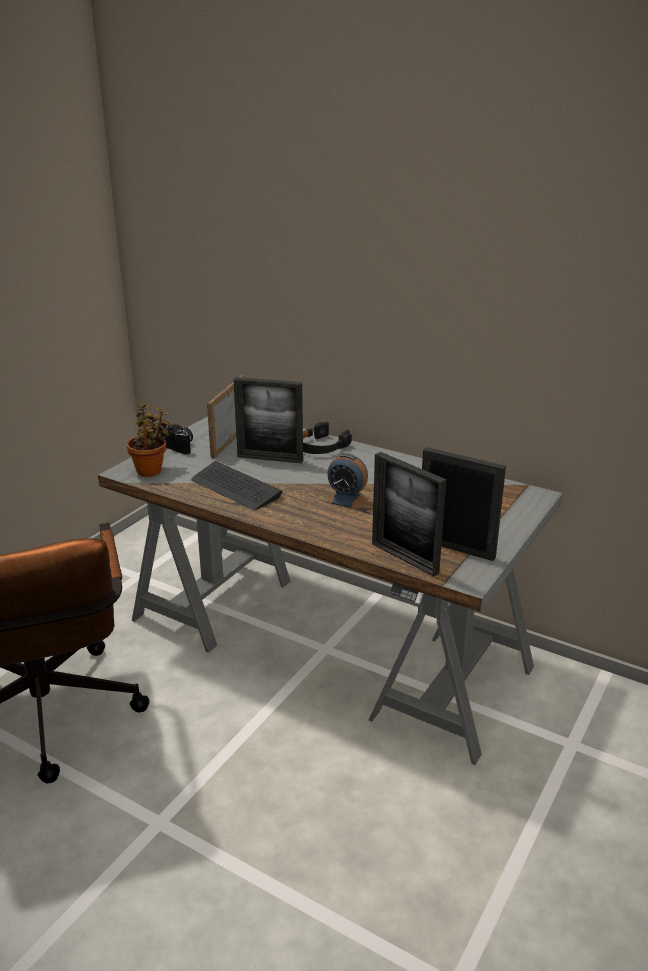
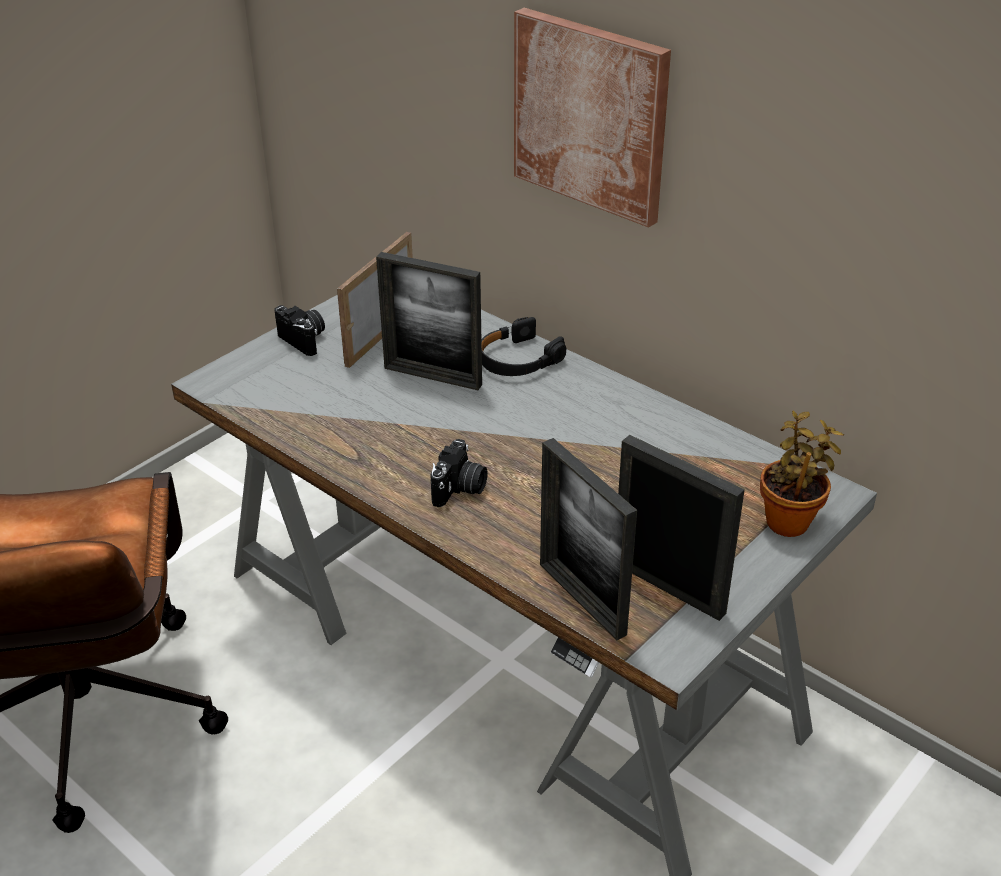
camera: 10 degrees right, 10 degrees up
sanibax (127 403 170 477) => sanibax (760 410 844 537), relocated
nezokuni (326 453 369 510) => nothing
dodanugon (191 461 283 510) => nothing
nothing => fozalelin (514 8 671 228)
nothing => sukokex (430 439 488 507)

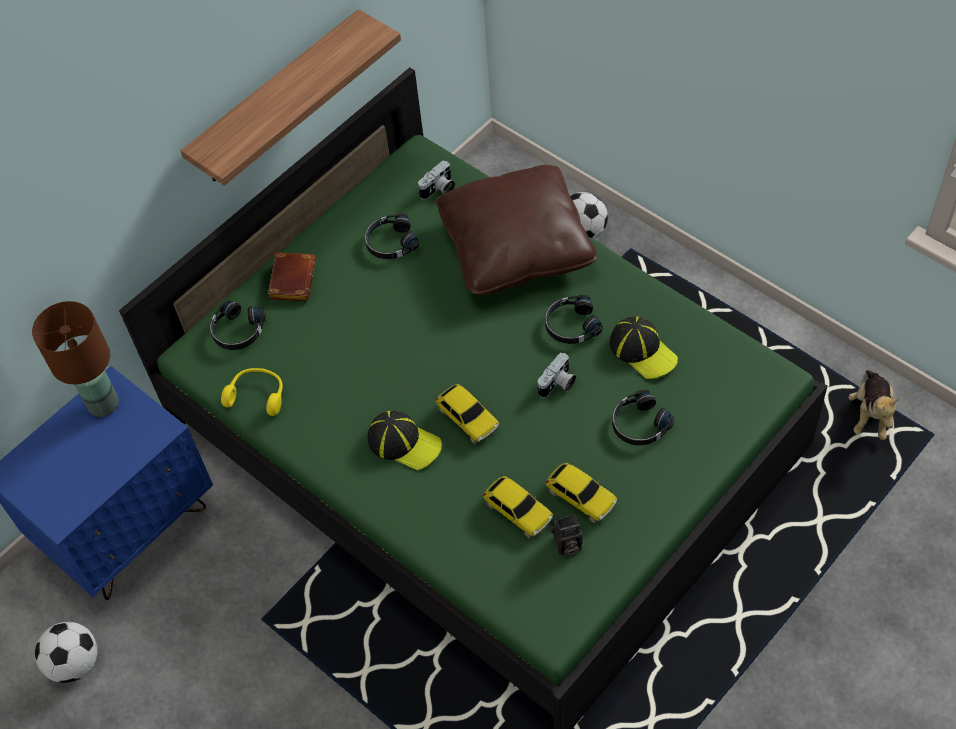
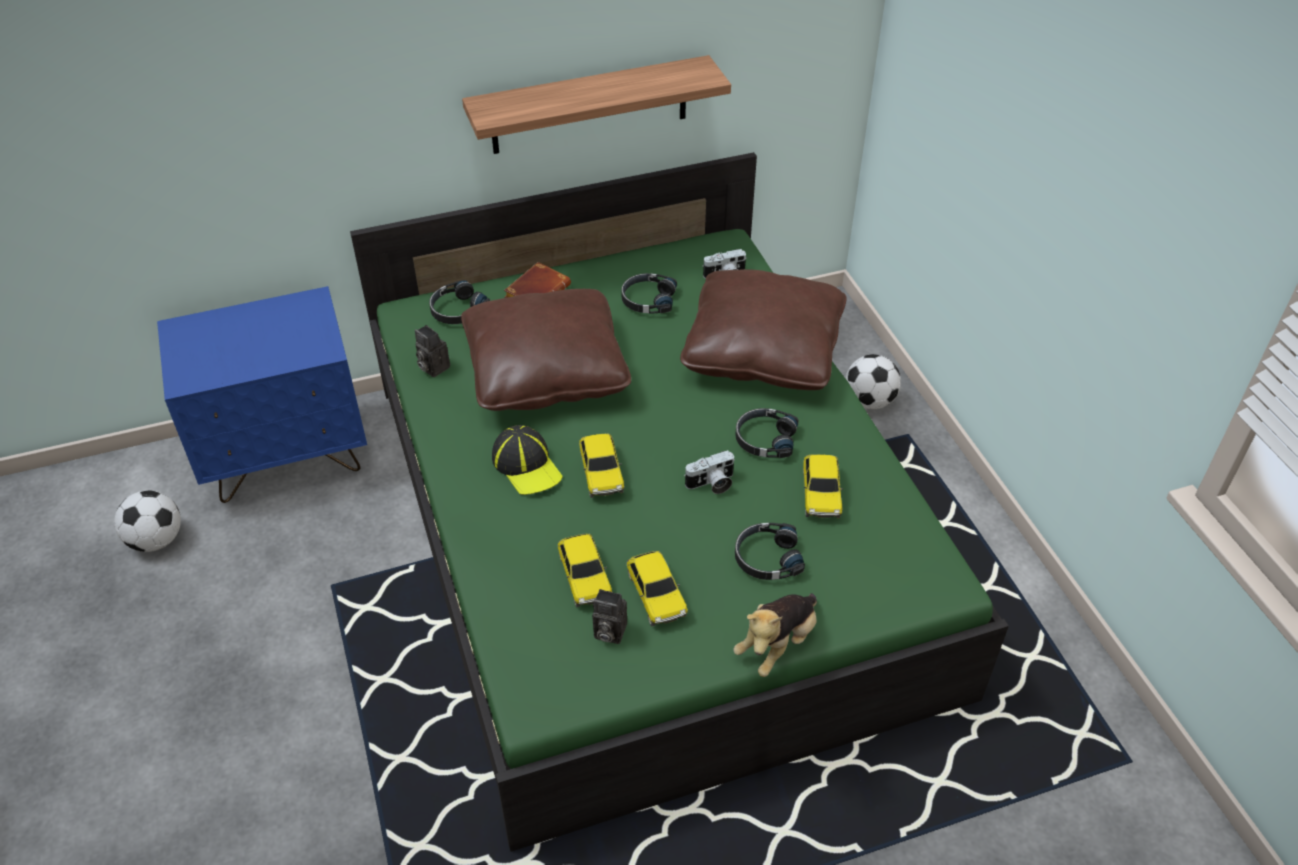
camera: 25 degrees right, 10 degrees down
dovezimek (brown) (32 301 119 417) => nothing
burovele (610 316 678 379) => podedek (803 454 843 518)
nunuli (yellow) (221 368 283 416) => sukokex (415 325 450 377)
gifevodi (849 370 900 440) => gifevodi (733 593 817 677), relocated
nothing => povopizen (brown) (461 289 631 411)

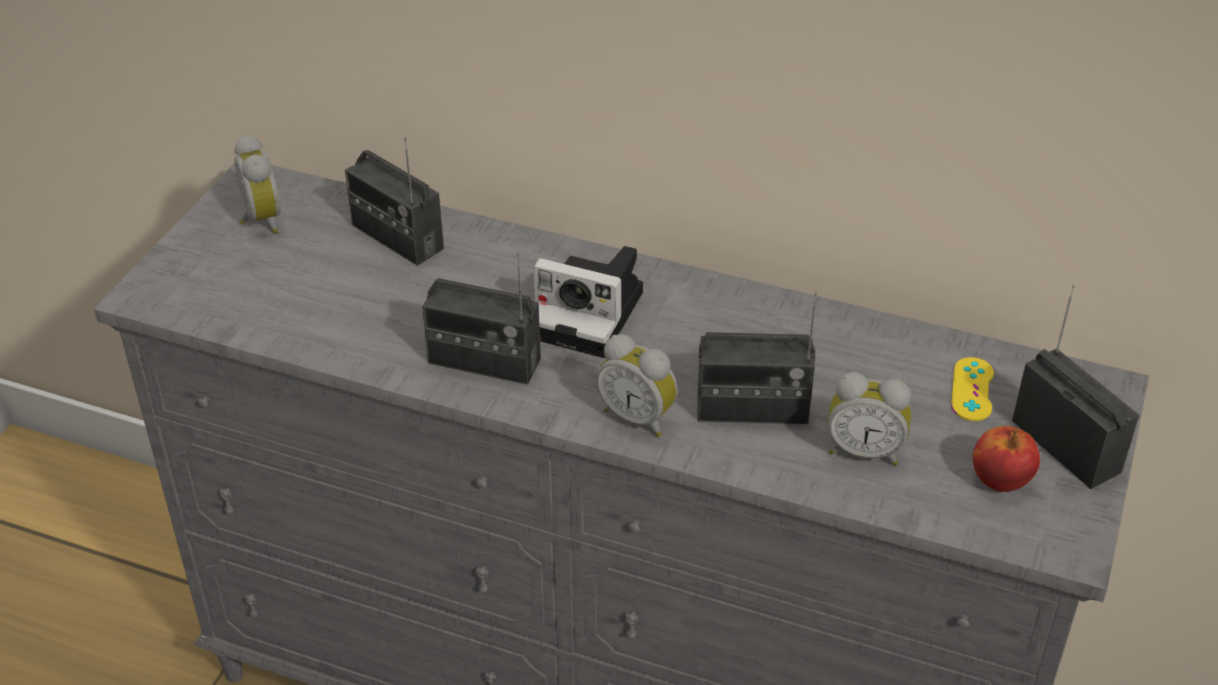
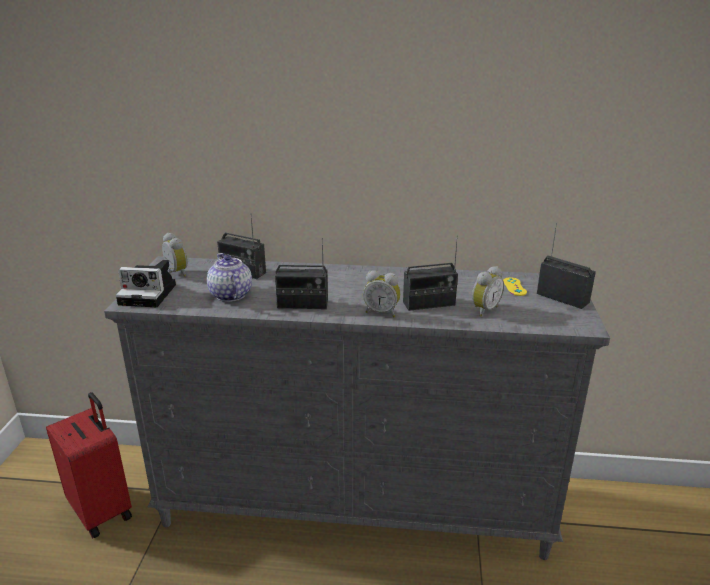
camera: 15 degrees left, 15 degrees down
sukokex (533 246 643 358) => sukokex (116 260 176 307), relocated
nezokuni (827 372 911 466) => nezokuni (472 266 504 317), 45 degrees counterclockwise
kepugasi (973 426 1040 492) => nothing
nothing => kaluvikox (207 253 252 302)
nothing => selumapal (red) (46 392 132 538)

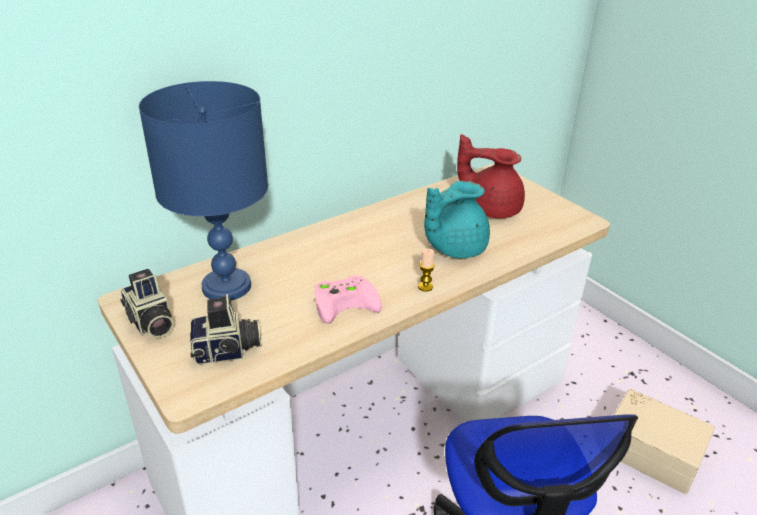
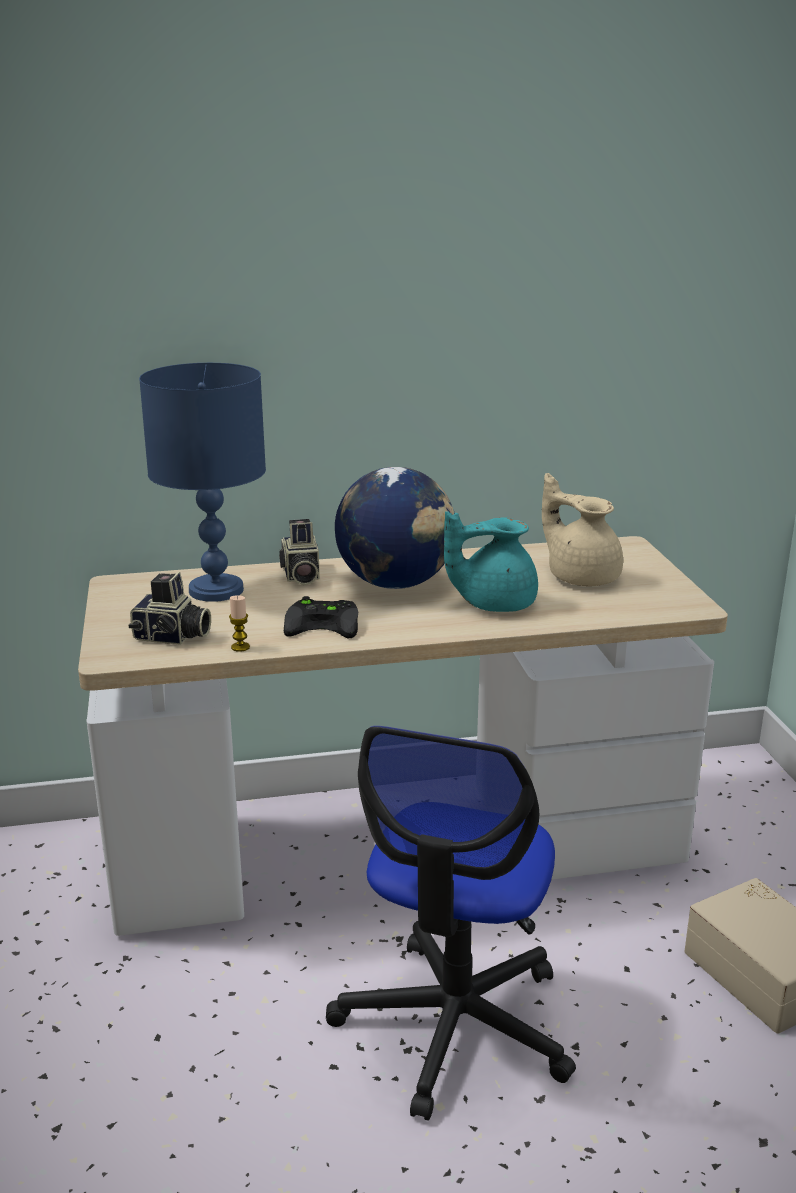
camera: 25 degrees right, 10 degrees down
kaluvikox (red) (457 134 525 218) => kaluvikox (beige) (542 473 623 586)
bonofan (418 248 435 292) => bonofan (229 595 250 652), relocated
sukokex (120 269 174 338) => sukokex (279 519 320 585), relocated
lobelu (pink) (315 276 382 324) => lobelu (black) (284 596 358 638)
nothing => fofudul (335 467 455 589)

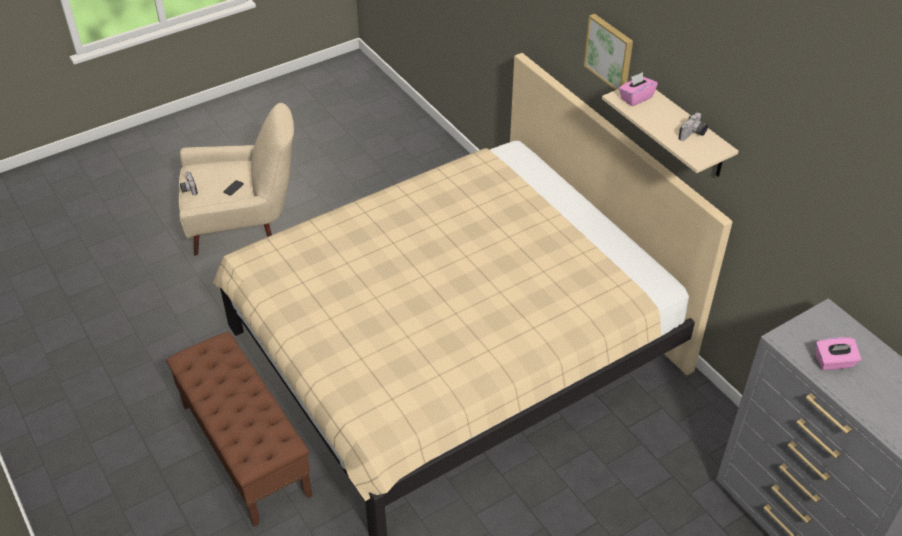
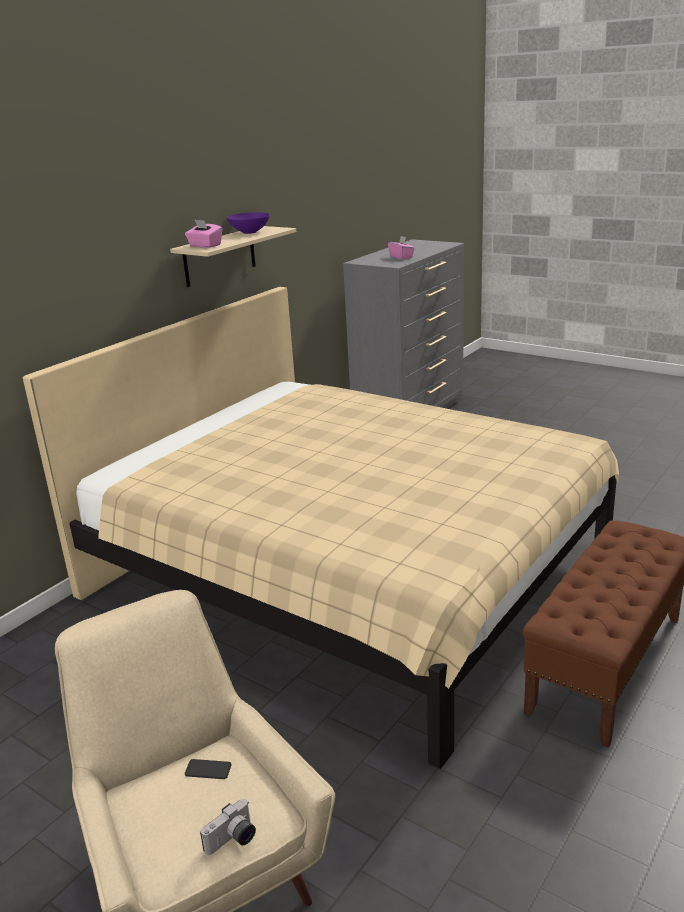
camera: 110 degrees left, 20 degrees down
fozalelin (584 14 633 90) => nothing
sukokex (678 113 708 141) => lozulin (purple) (227 212 270 234)

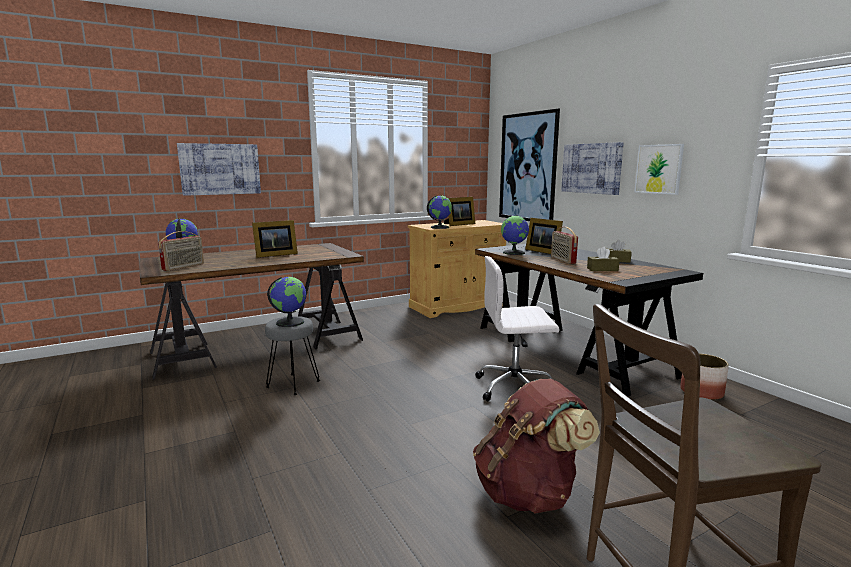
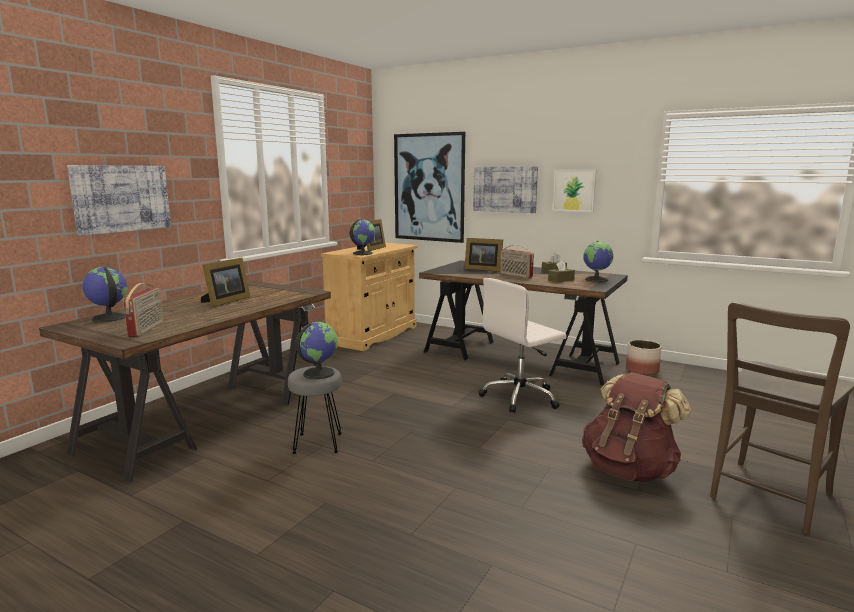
camera: 30 degrees left, 0 degrees up
fofudul (501 215 529 255) => fofudul (583 241 614 282), relocated

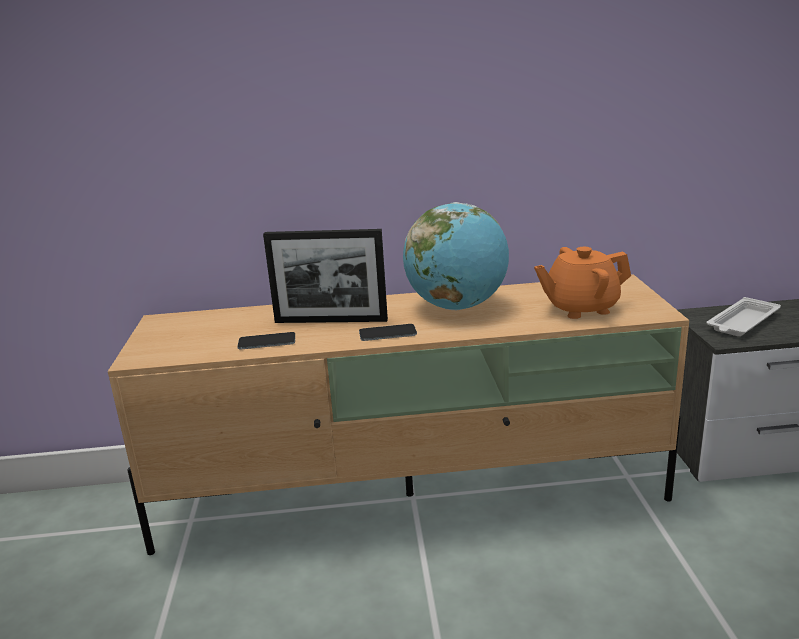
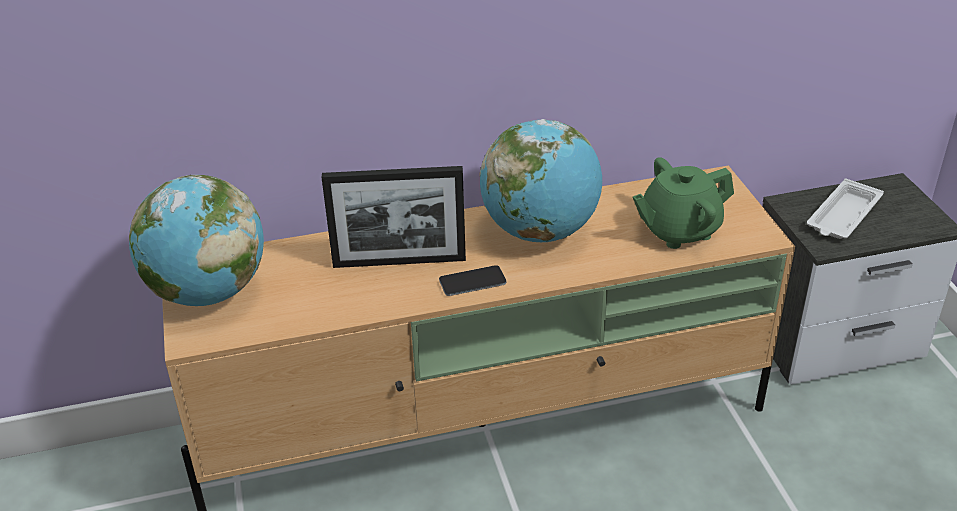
camera: 10 degrees left, 15 degrees up
kaluvikox (orange) (534 247 631 319) => kaluvikox (green) (633 157 734 249)
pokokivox (237 332 295 350) => nothing
nothing => fofudul (129 175 264 306)

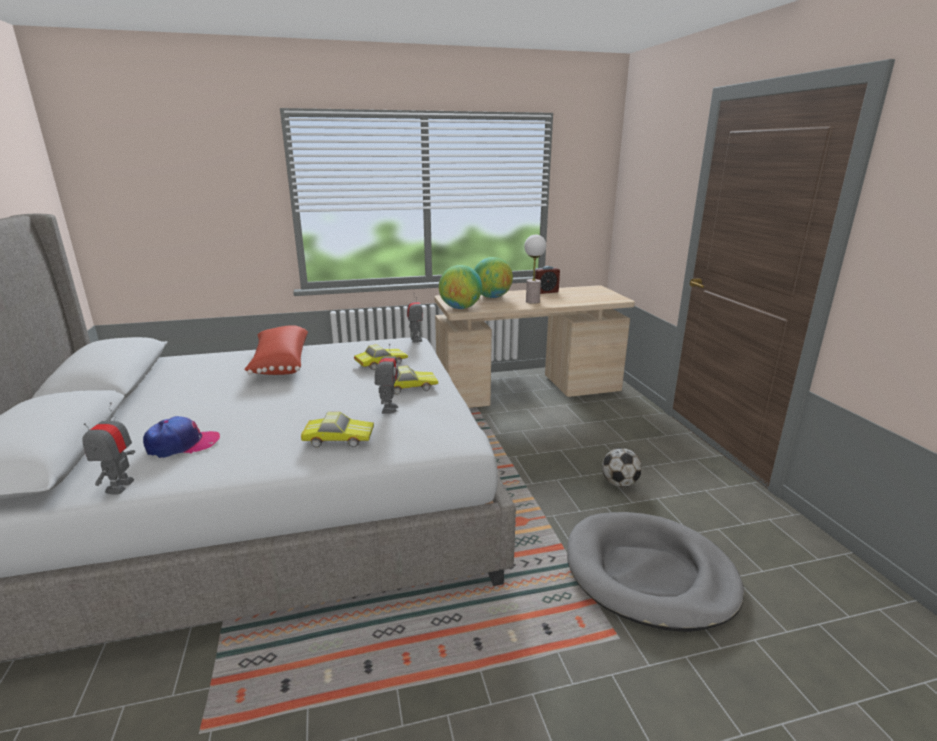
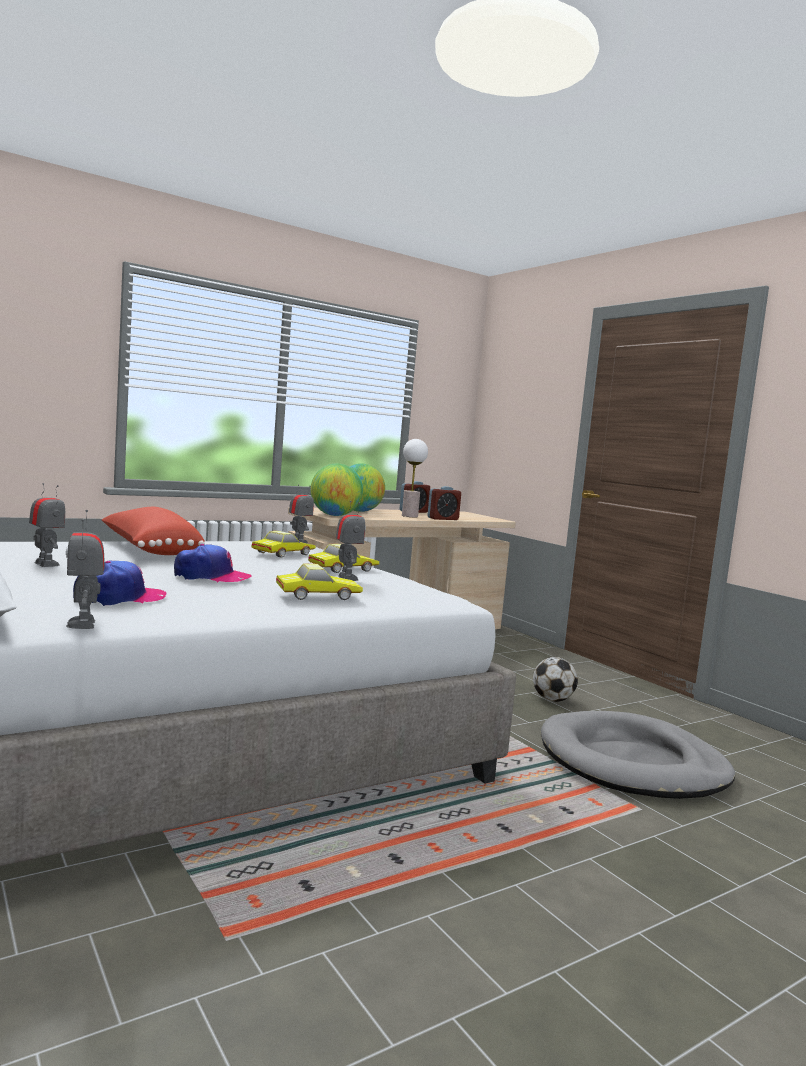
camera: 20 degrees left, 15 degrees down
nothing => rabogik (29 483 65 567)
nothing => nezokuni (427 486 461 520)
nothing => burovele (174 544 252 582)

